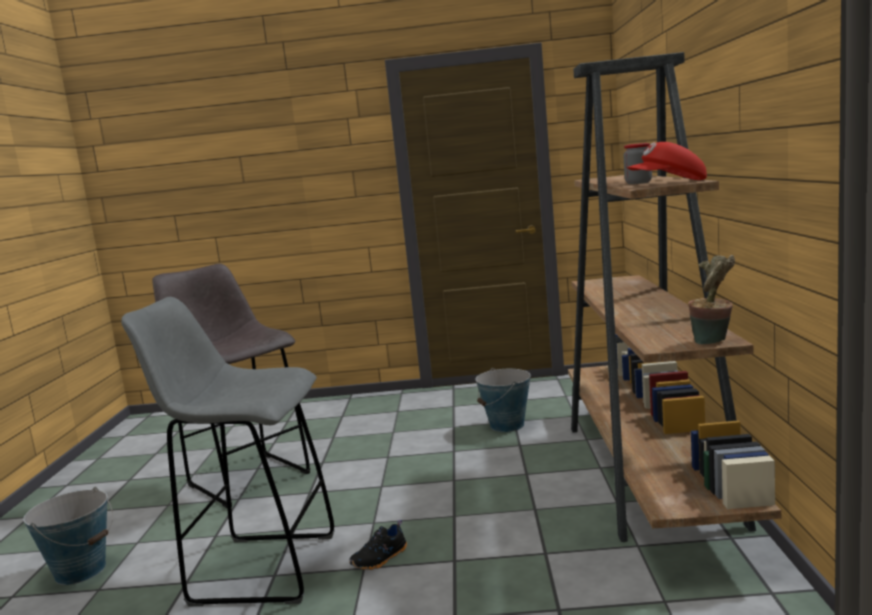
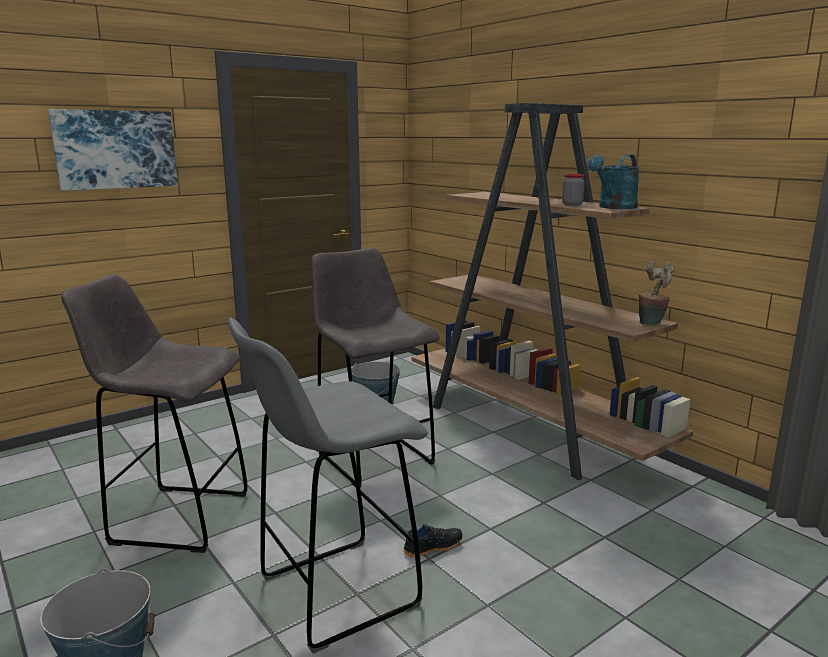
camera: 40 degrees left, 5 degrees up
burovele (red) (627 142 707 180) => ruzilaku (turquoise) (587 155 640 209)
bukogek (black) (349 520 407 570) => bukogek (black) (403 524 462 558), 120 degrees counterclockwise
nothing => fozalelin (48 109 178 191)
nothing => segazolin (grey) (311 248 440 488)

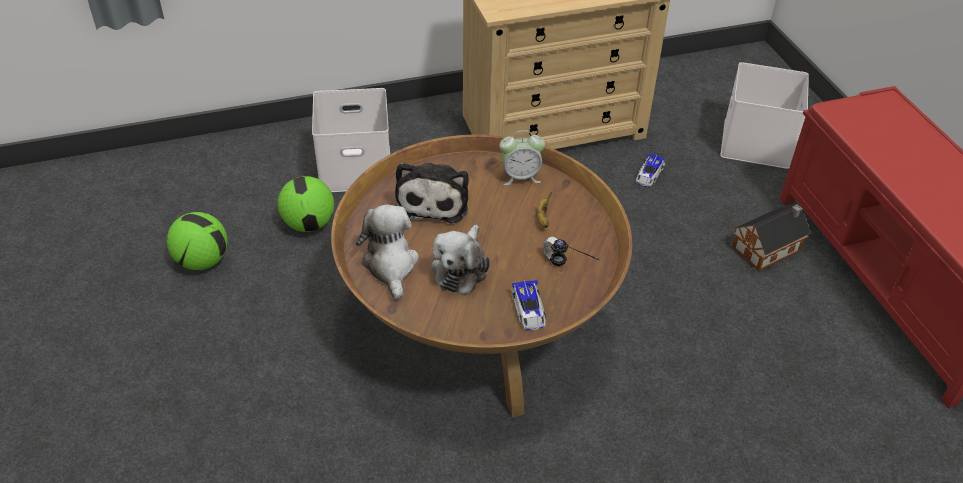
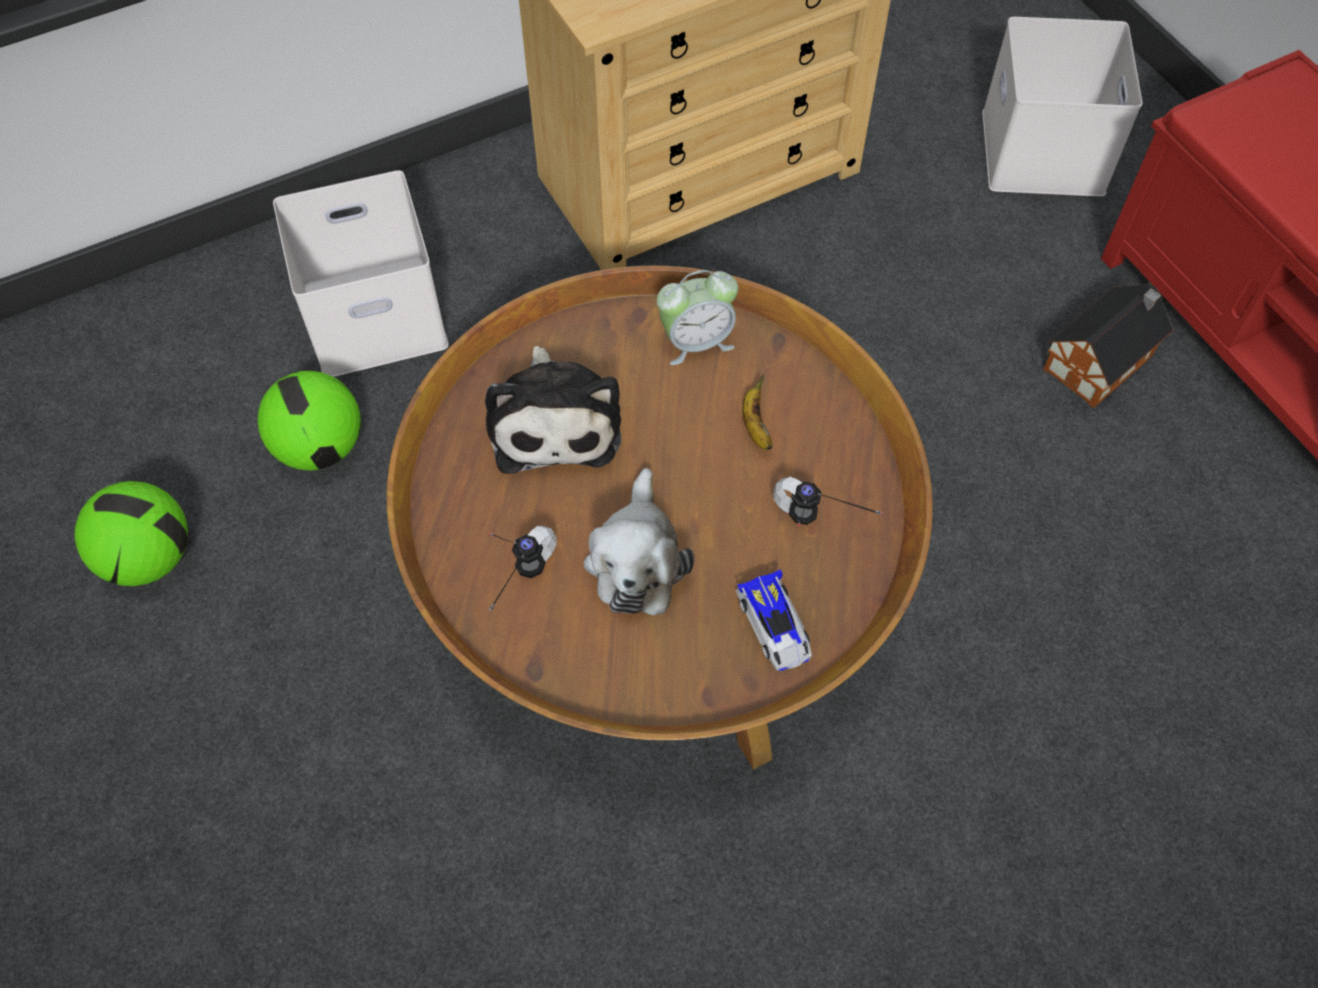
camera: 10 degrees left, 15 degrees up
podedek (636 153 666 187) => nothing
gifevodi (356 205 419 300) => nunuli (489 526 557 612)

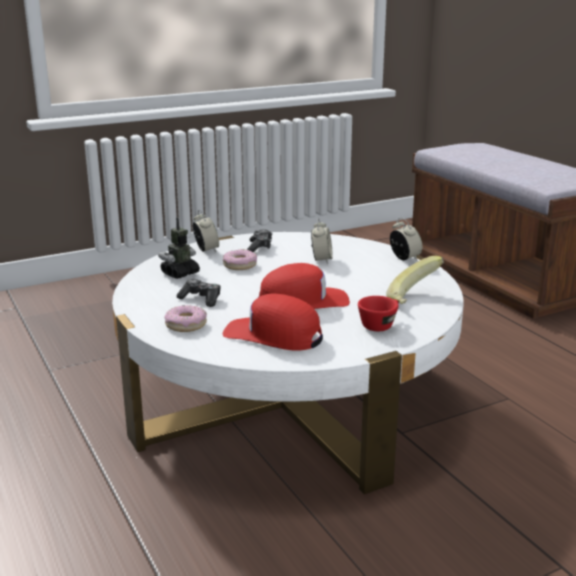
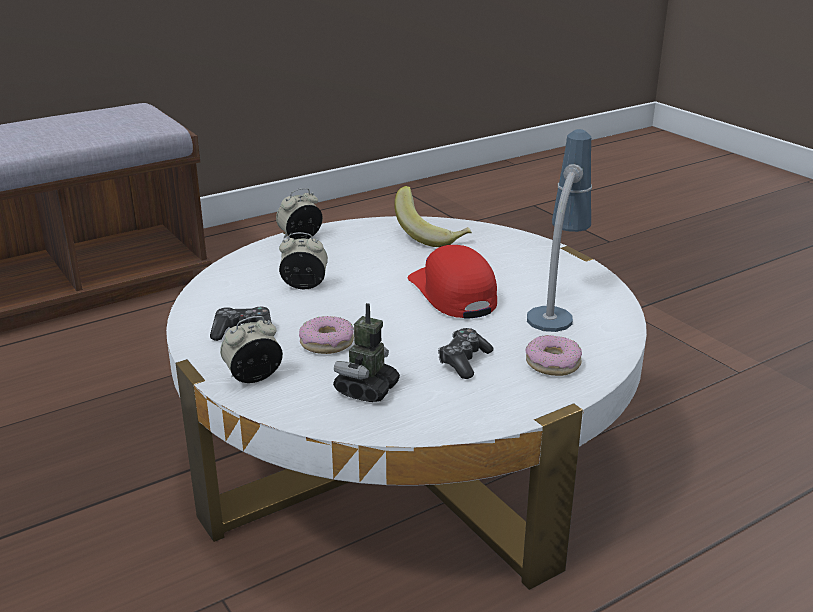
camera: 95 degrees left, 5 degrees up
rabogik (158 217 200 279) => rabogik (333 303 400 402), 75 degrees clockwise
burovele (red) (223 293 323 351) => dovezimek (527 129 592 332)
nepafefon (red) (358 296 398 331) => nothing

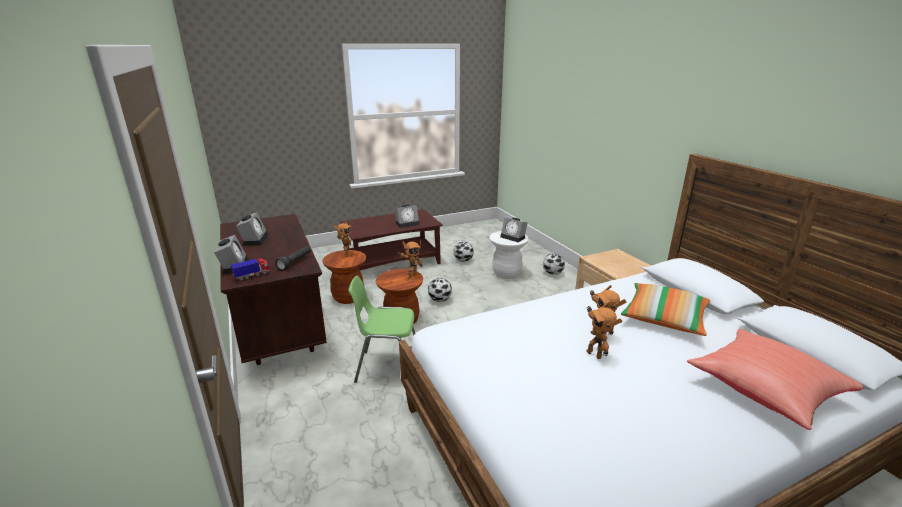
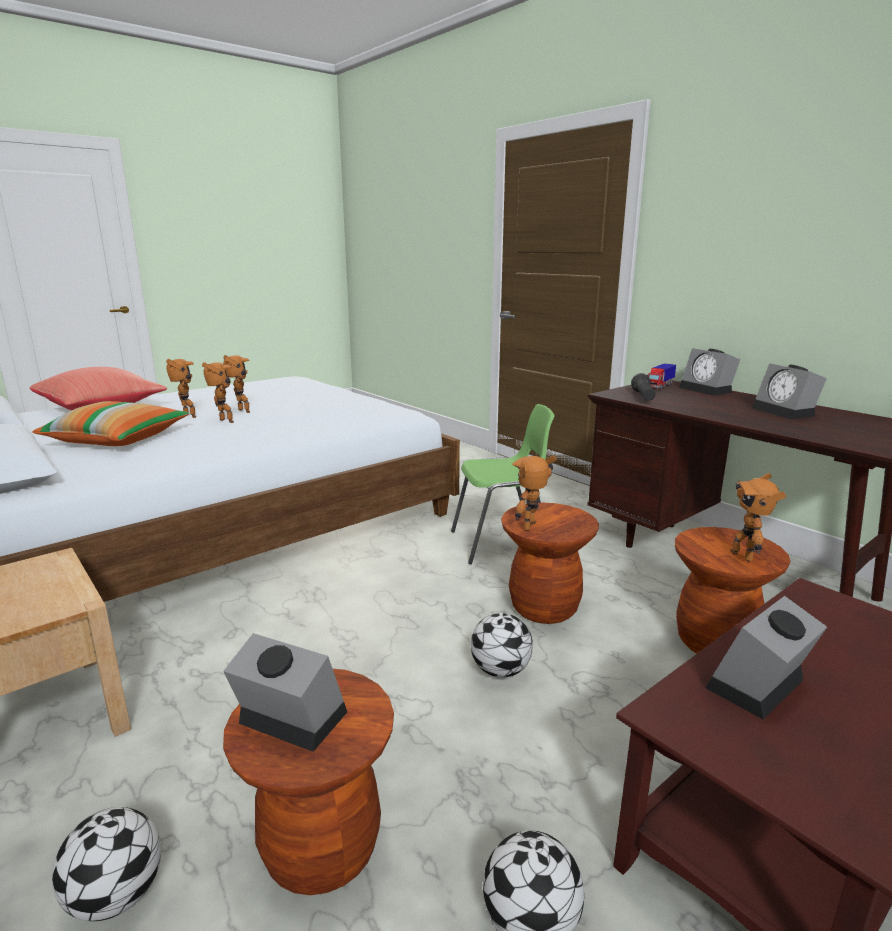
camera: 165 degrees right, 5 degrees down
segazolin (white) (489 231 529 279) => segazolin (brown) (223 669 394 895)
nothing => rabogik (166 359 196 418)

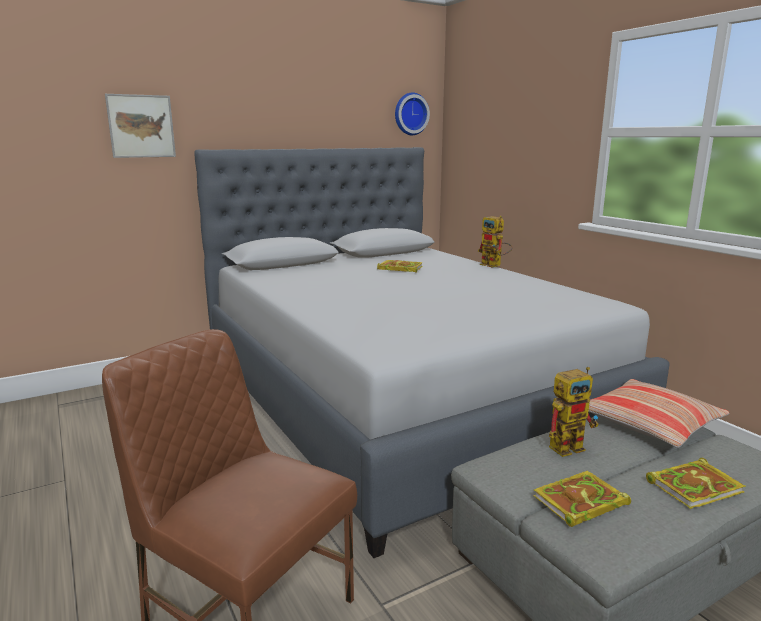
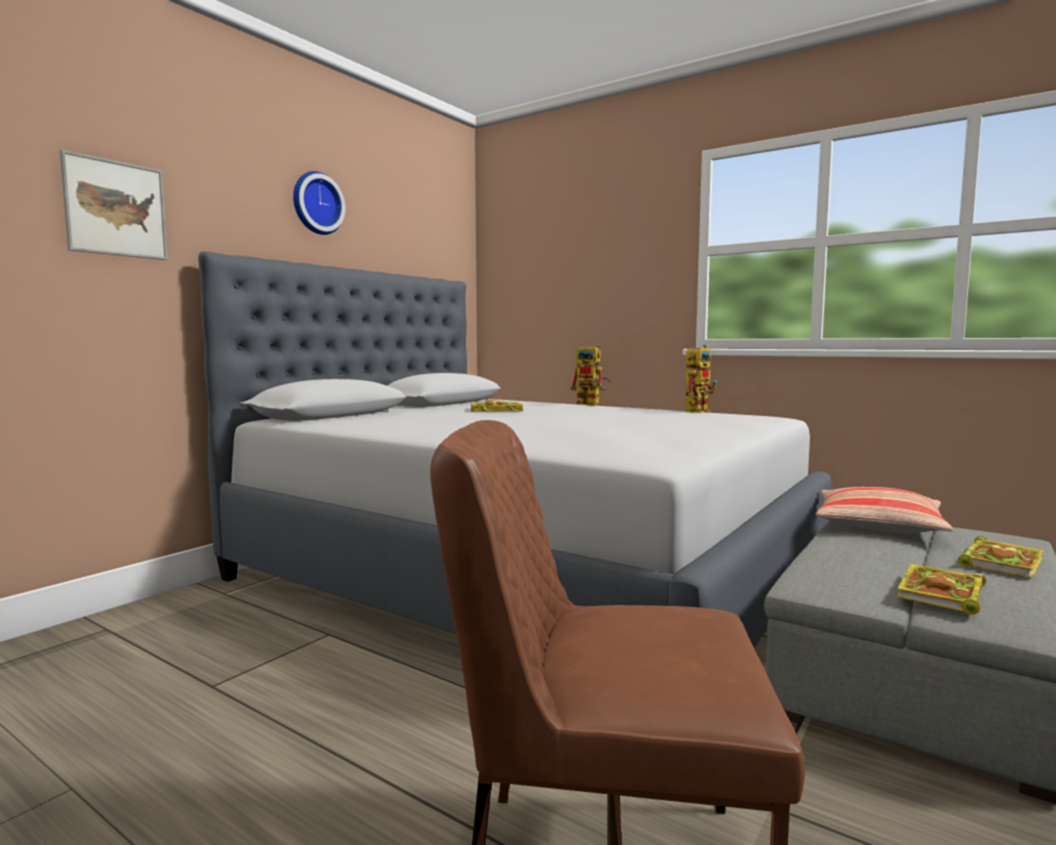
camera: 25 degrees left, 10 degrees down
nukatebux (395 93 430 135) => nukatebux (293 171 345 235), relocated
rabogik (549 367 599 457) => rabogik (685 344 717 413), relocated

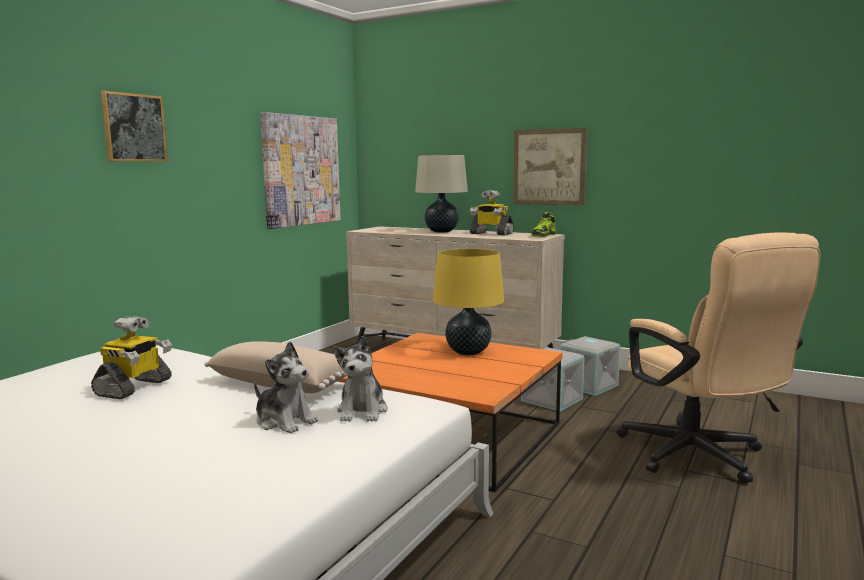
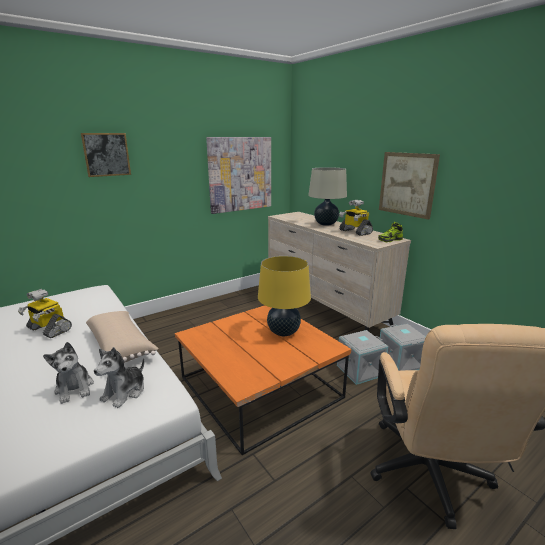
camera: 25 degrees right, 10 degrees up
rabogik (91 316 172 399) => rabogik (18 289 72 338), 75 degrees clockwise

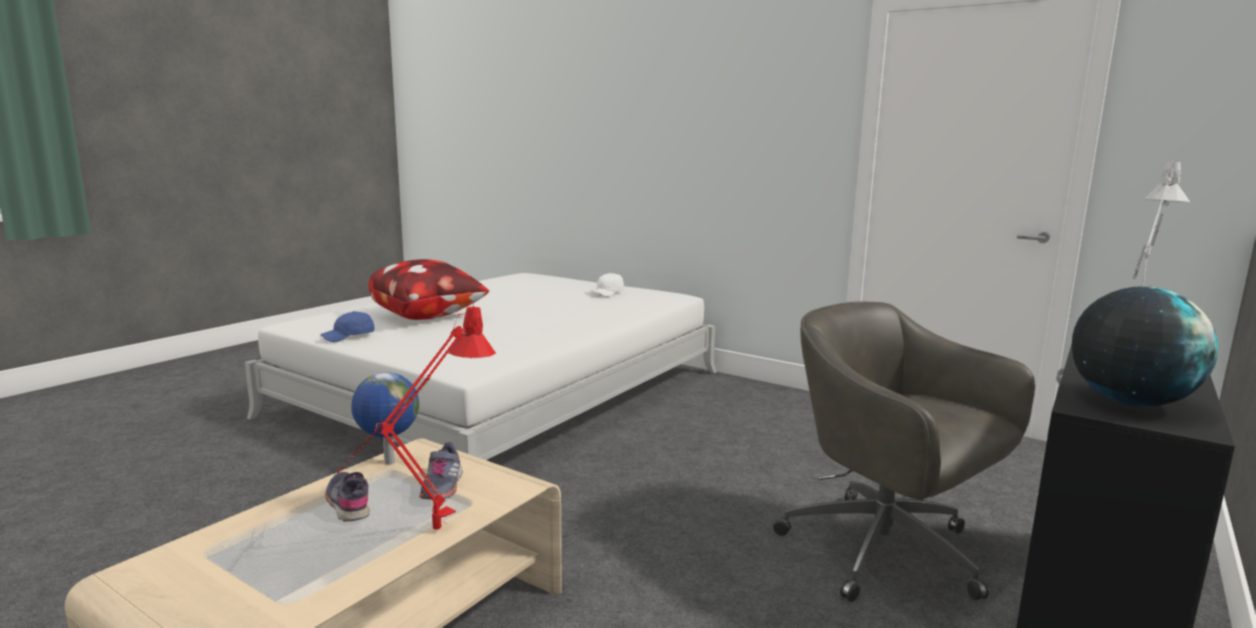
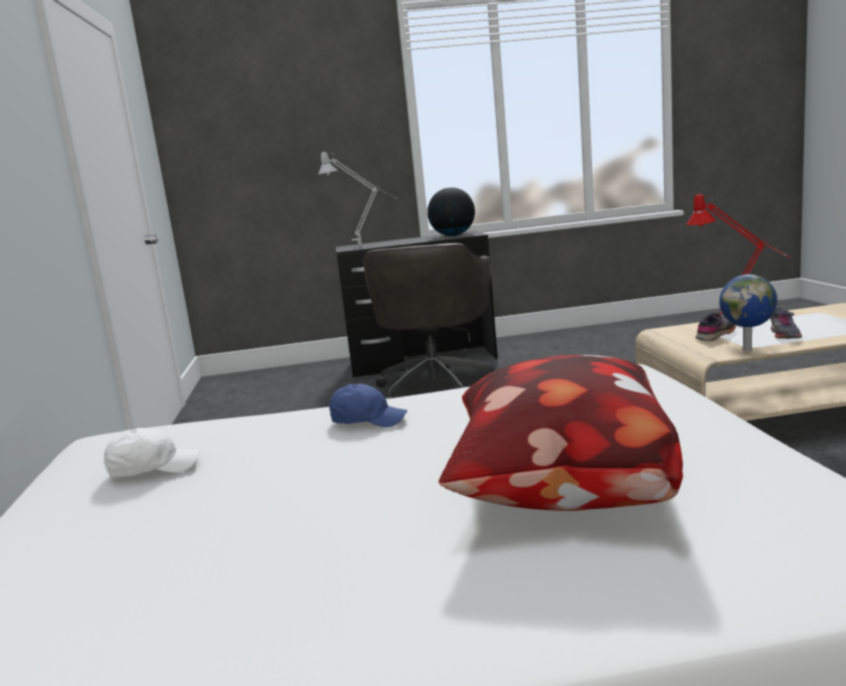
camera: 130 degrees left, 0 degrees up
burovele (blue) (320 311 375 342) => burovele (blue) (329 384 407 427), relocated

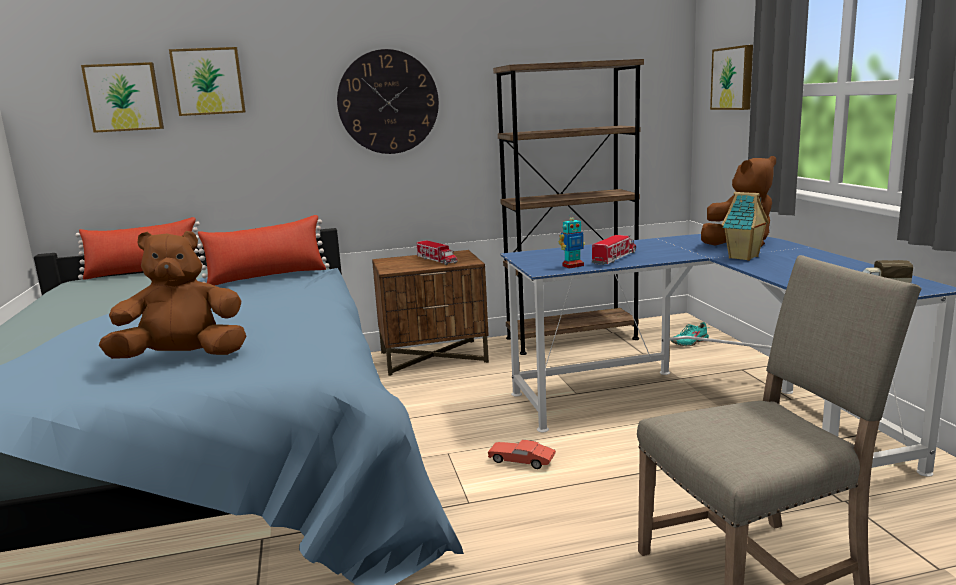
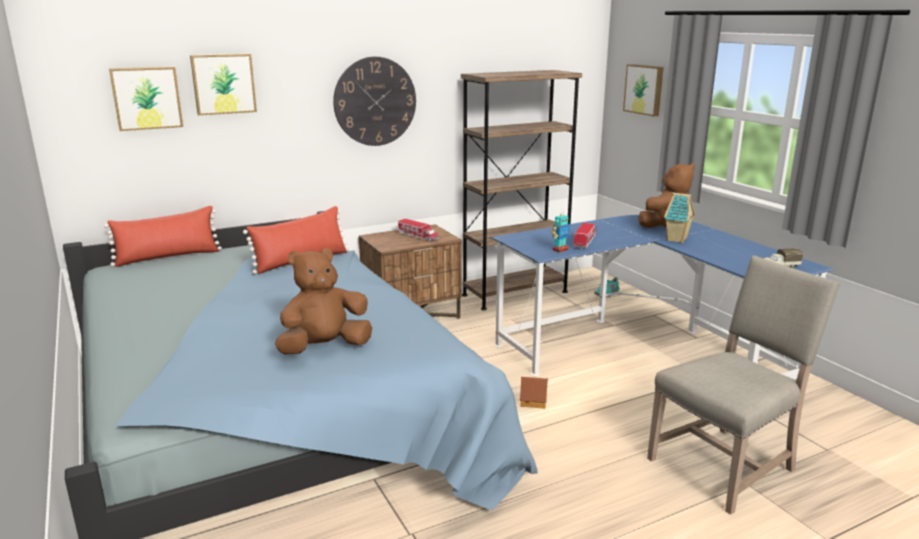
camera: 15 degrees left, 5 degrees up
podedek (red) (488 440 556 469) => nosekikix (520 377 548 409)

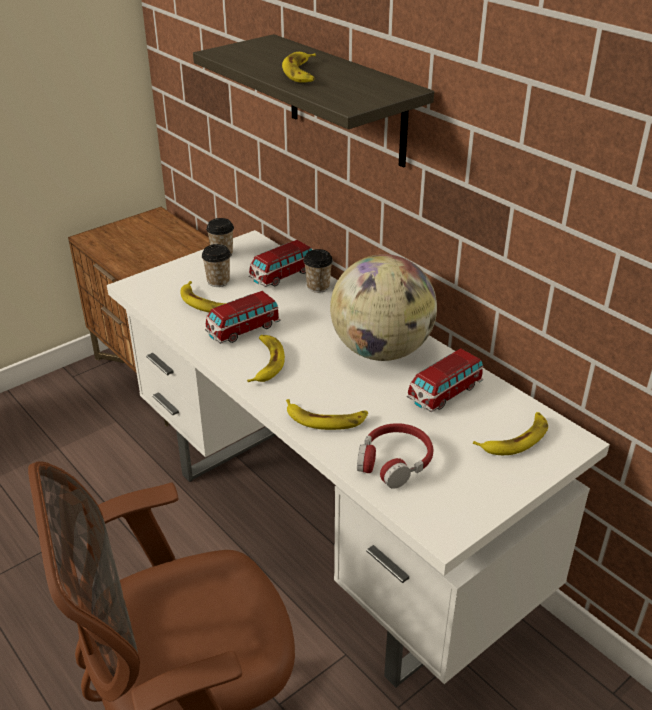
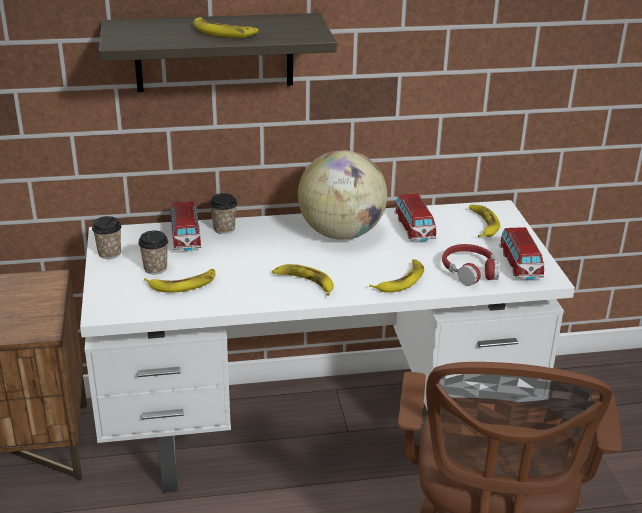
camera: 60 degrees left, 5 degrees down
podedek (205 291 281 344) => podedek (499 227 545 280), relocated

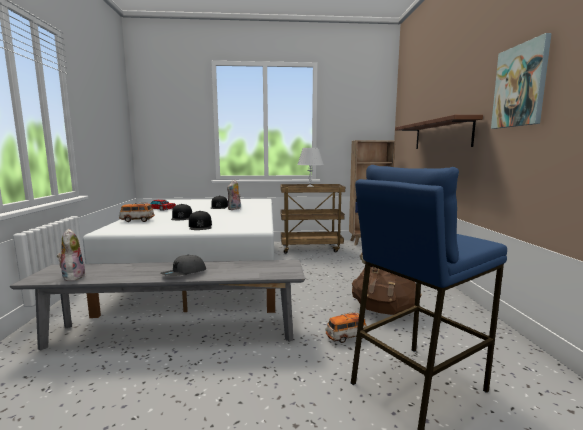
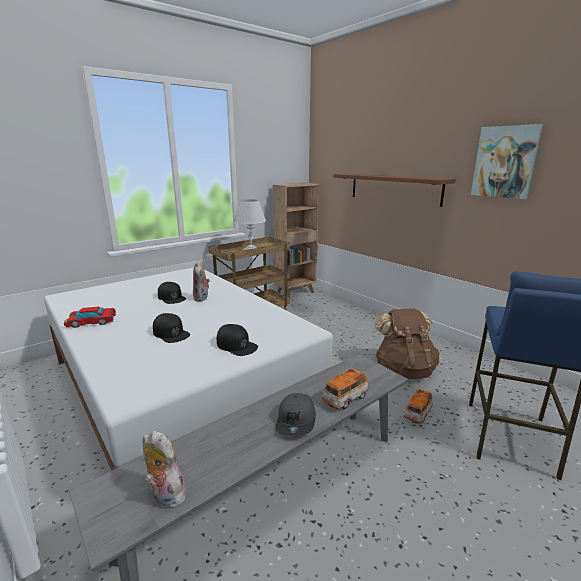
camera: 35 degrees left, 10 degrees up
podedek (119 203 155 222) => podedek (322 368 369 409), relocated

